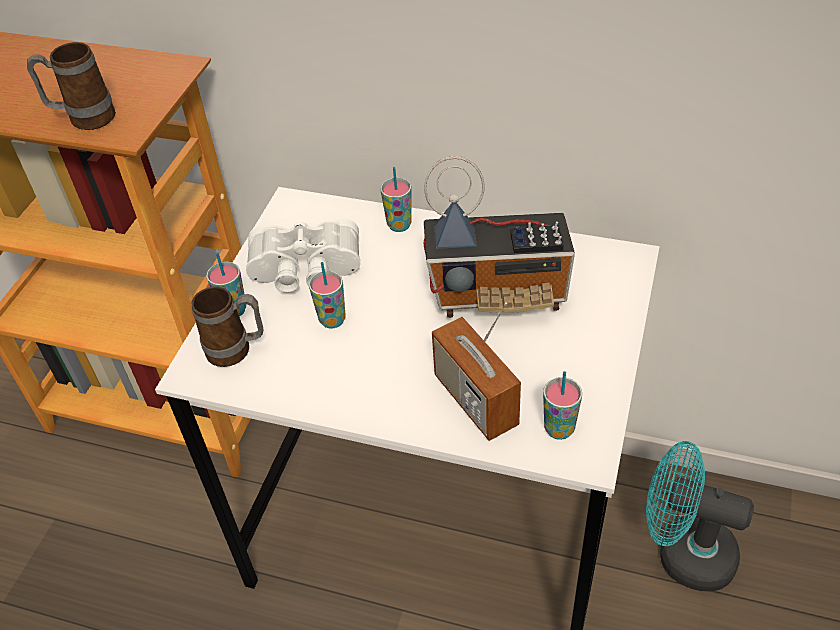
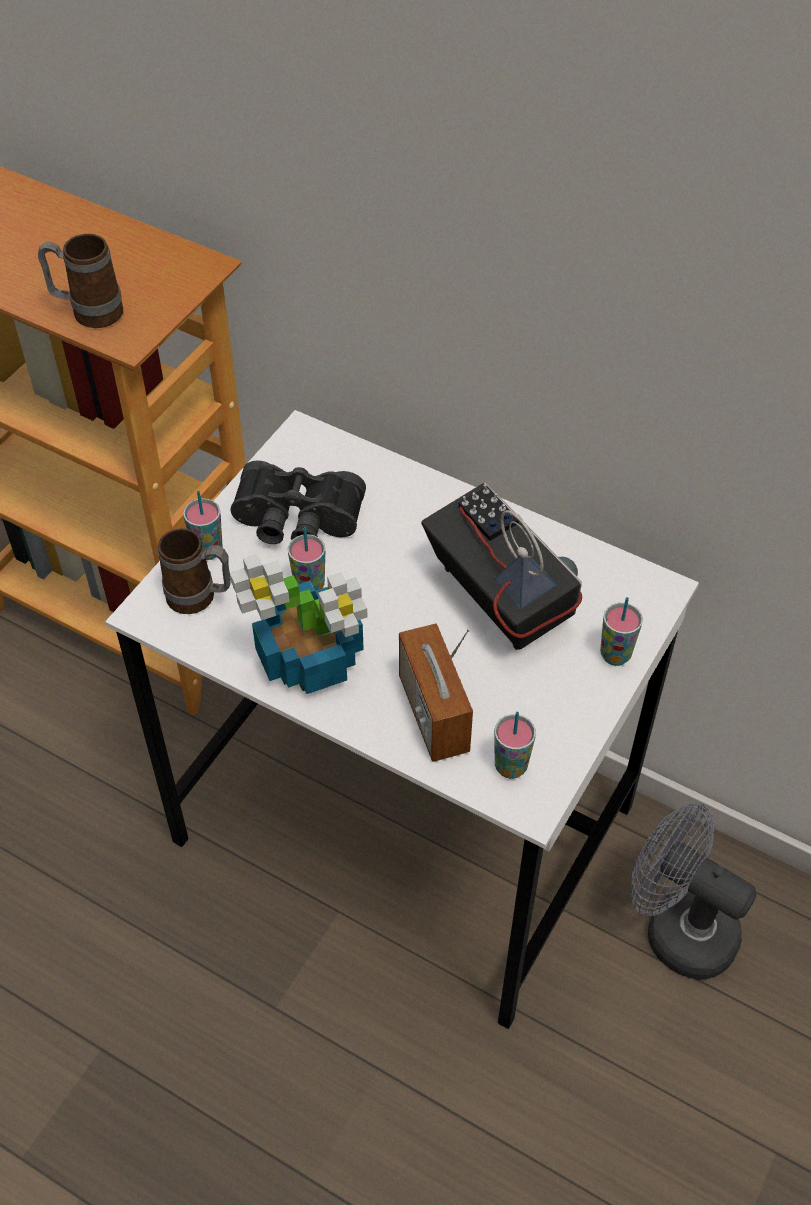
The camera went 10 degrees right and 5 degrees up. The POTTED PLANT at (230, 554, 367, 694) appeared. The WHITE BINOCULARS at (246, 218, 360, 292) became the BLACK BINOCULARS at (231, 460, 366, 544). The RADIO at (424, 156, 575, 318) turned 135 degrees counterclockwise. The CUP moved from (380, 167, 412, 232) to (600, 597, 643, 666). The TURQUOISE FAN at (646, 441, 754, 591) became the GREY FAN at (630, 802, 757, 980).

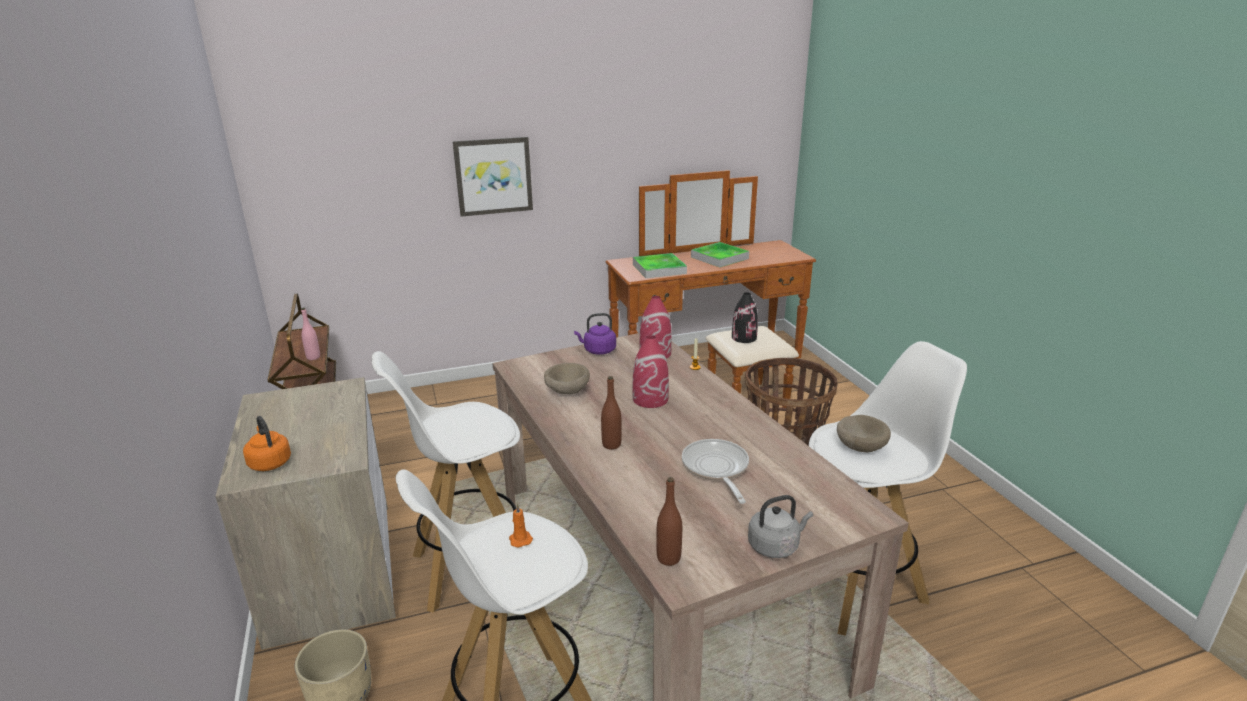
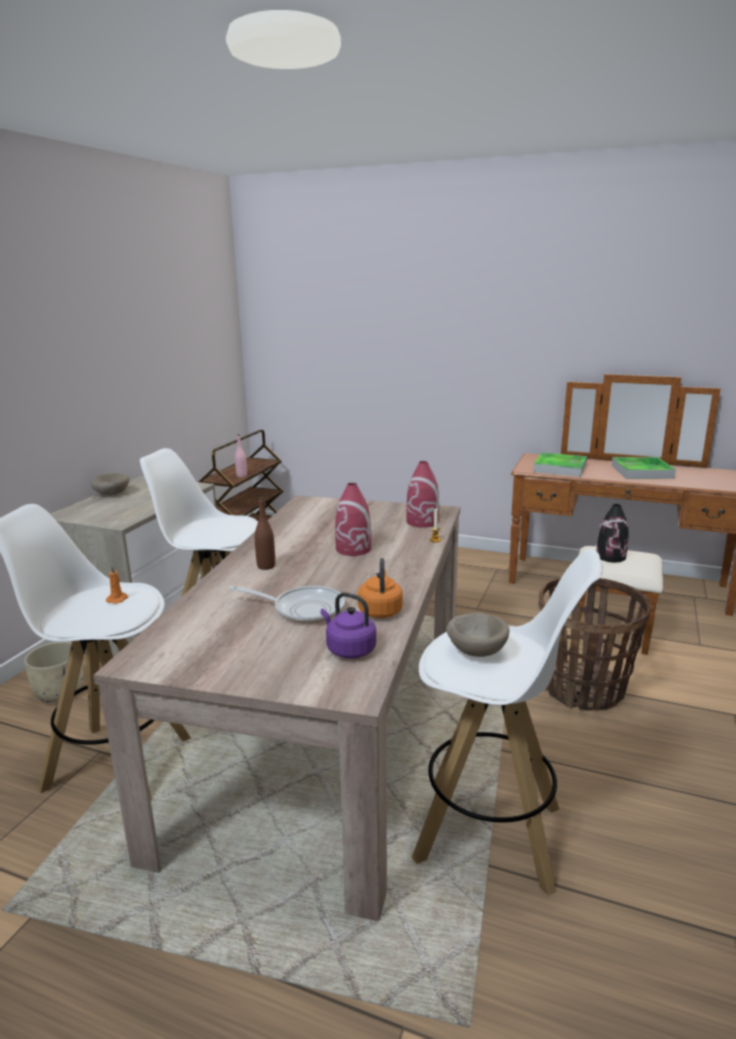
The camera went 40 degrees right and 5 degrees down. The BEIGE BOWL moved from (544, 363, 590, 394) to (90, 473, 129, 495). The FRYING PAN at (682, 439, 749, 504) turned 75 degrees clockwise. The PURPLE KETTLE moved from (574, 313, 616, 355) to (321, 592, 376, 659). The ORANGE KETTLE moved from (243, 416, 291, 471) to (358, 558, 403, 618). The PICTURE at (453, 137, 533, 217) disappeared. The BROWN BOTTLE at (656, 477, 682, 566) disappeared. The GREY KETTLE at (748, 495, 813, 558) disappeared.

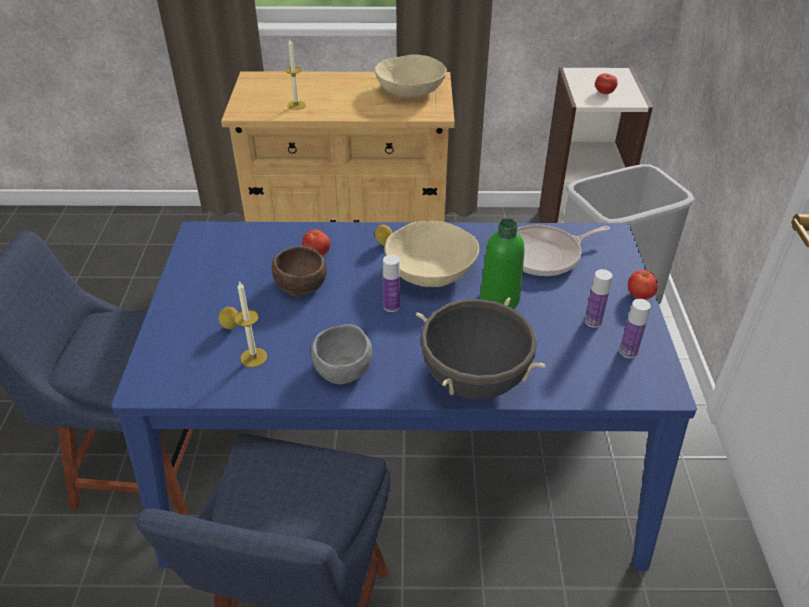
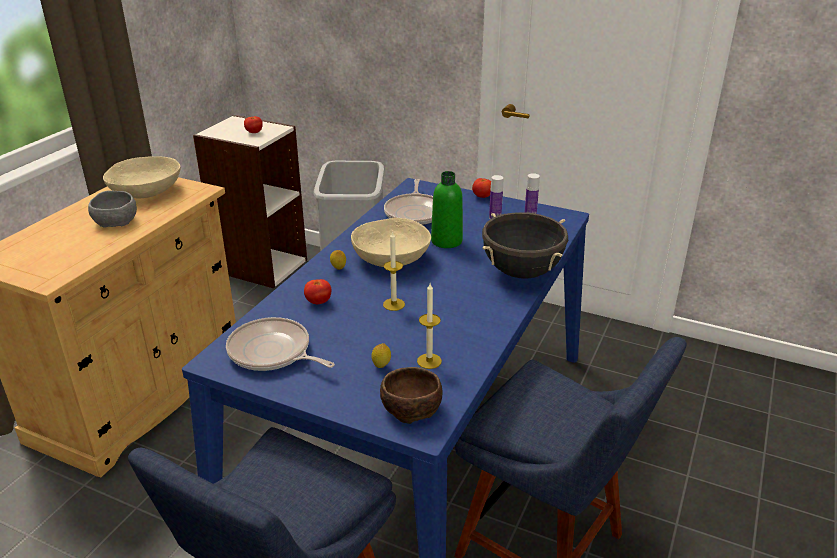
The camera went 65 degrees left and 10 degrees down. The GREY BOWL moved from (311, 324, 372, 385) to (88, 190, 137, 228). The FRYING PAN at (226, 317, 335, 371) appeared. The BROWN BOWL moved from (272, 246, 327, 297) to (380, 367, 443, 424). The CANDLE moved from (285, 39, 306, 110) to (383, 231, 405, 311). The BOTTLE at (383, 255, 400, 312) disappeared.

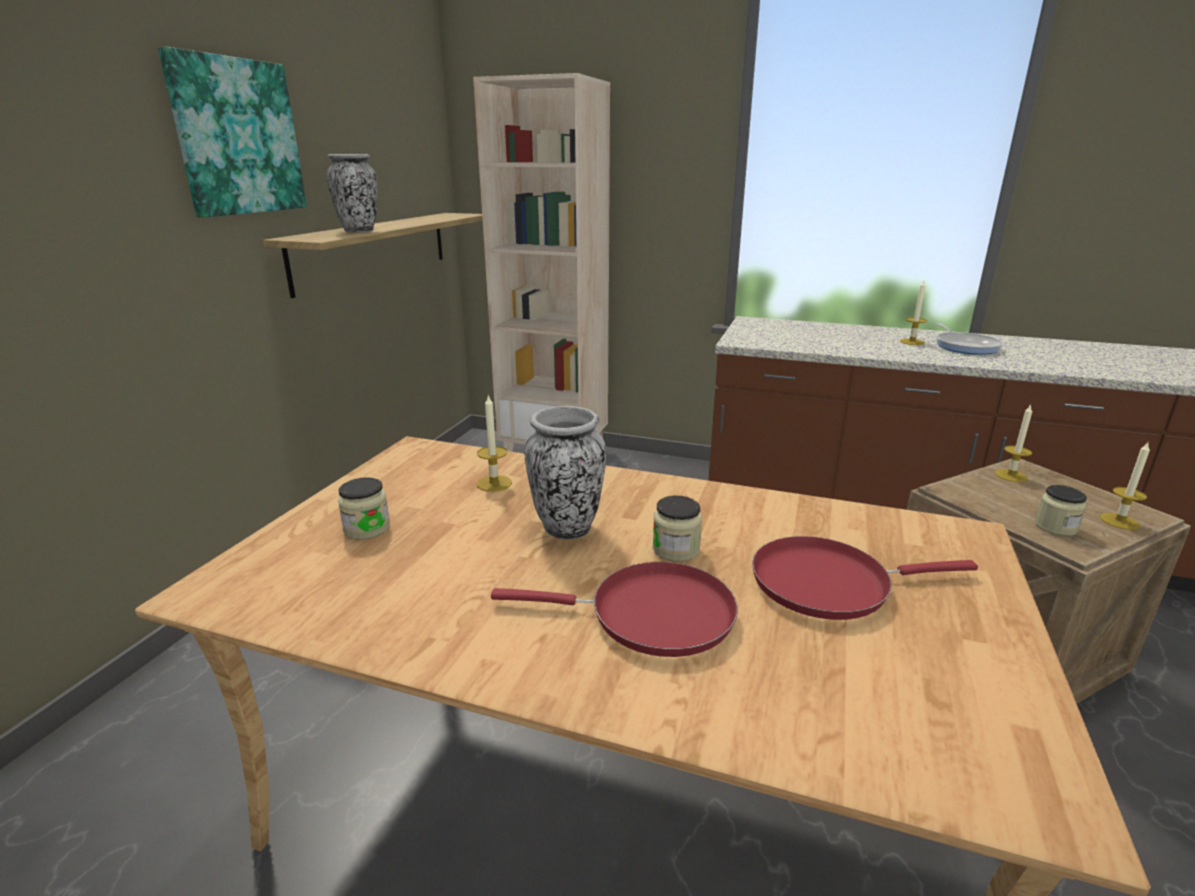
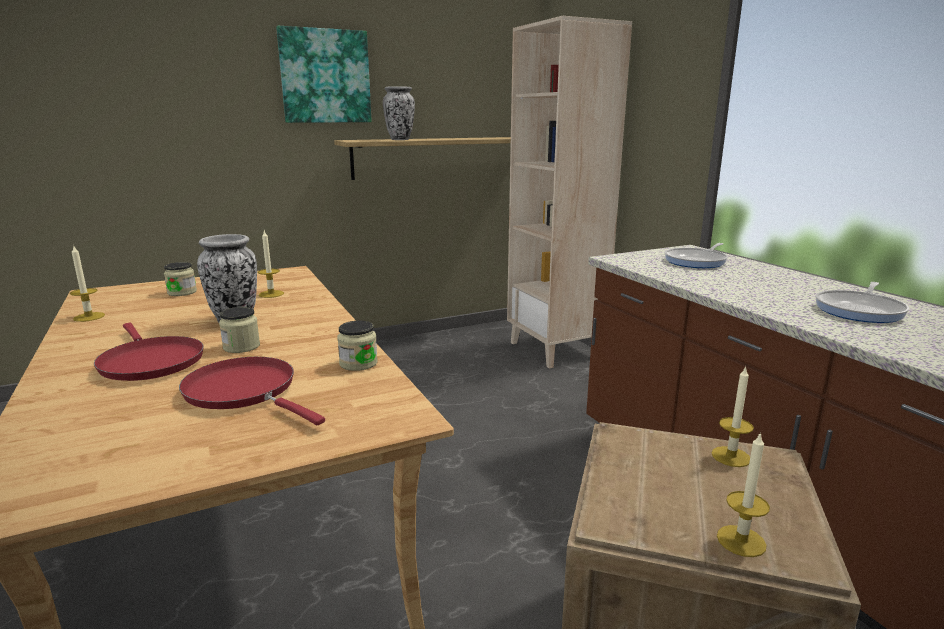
The camera went 45 degrees right and 5 degrees down. The CANDLE moved from (900, 280, 927, 345) to (70, 246, 105, 322). The JAR moved from (1035, 485, 1087, 536) to (337, 321, 378, 371). The FRYING PAN at (665, 243, 728, 268) appeared.

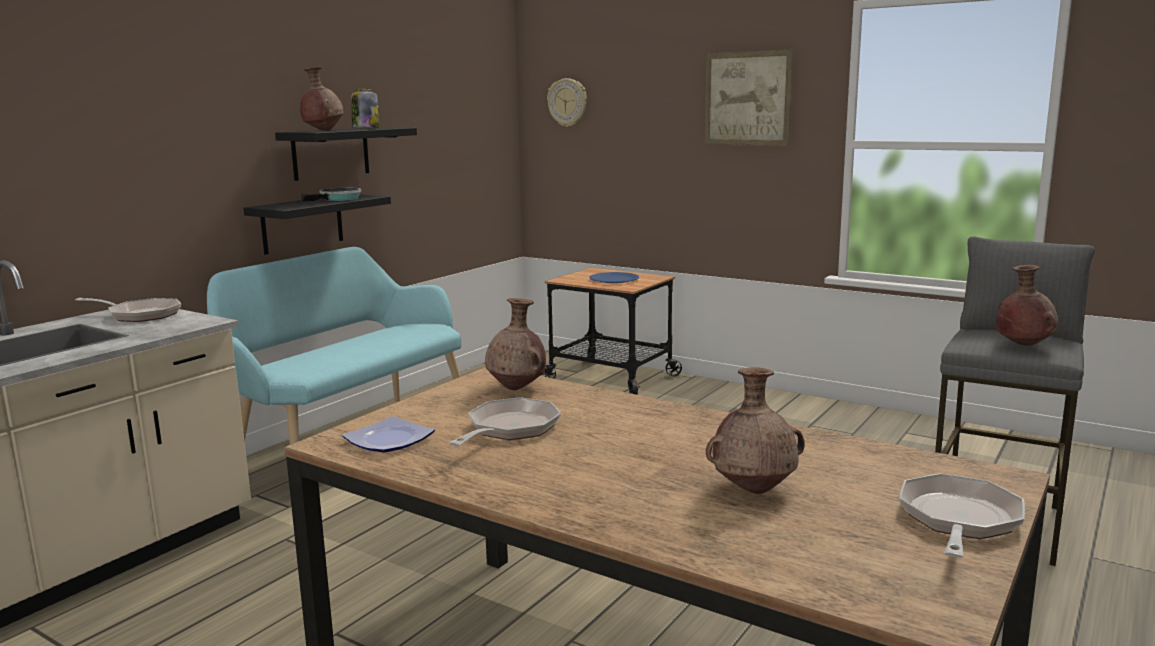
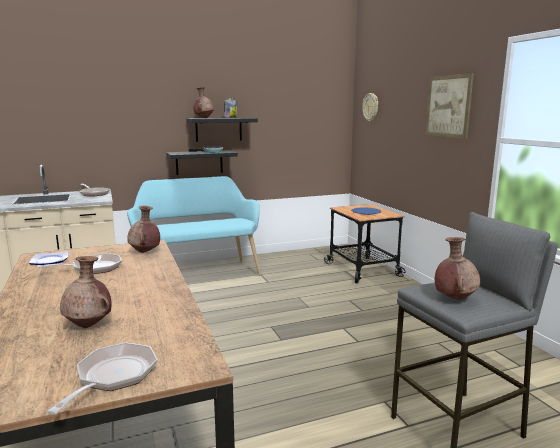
The camera went 35 degrees right and 0 degrees up. The FRYING PAN at (899, 474, 1025, 558) turned 45 degrees counterclockwise.

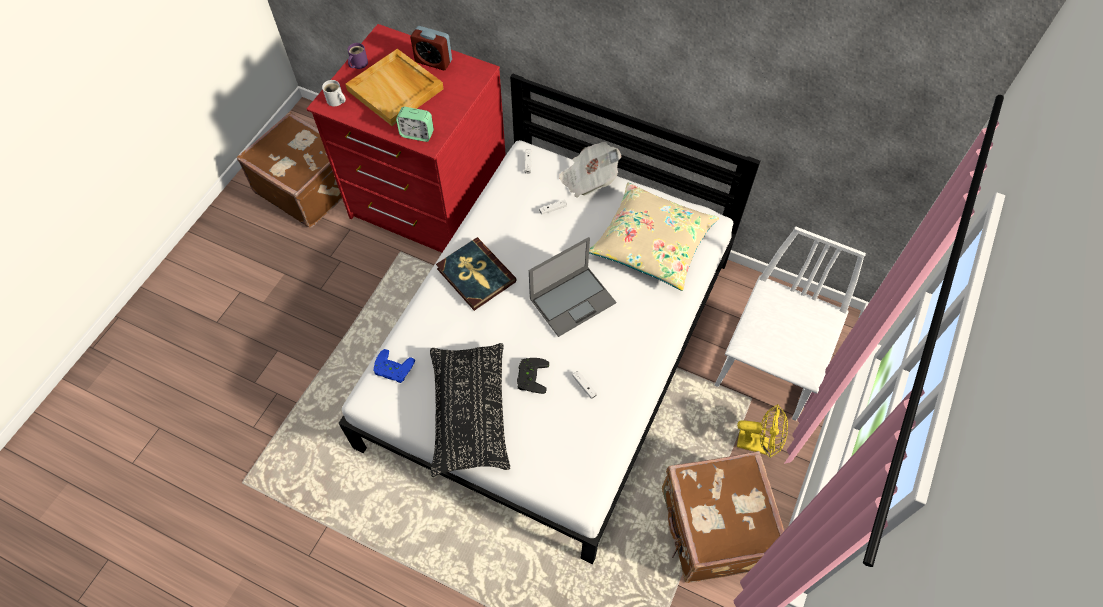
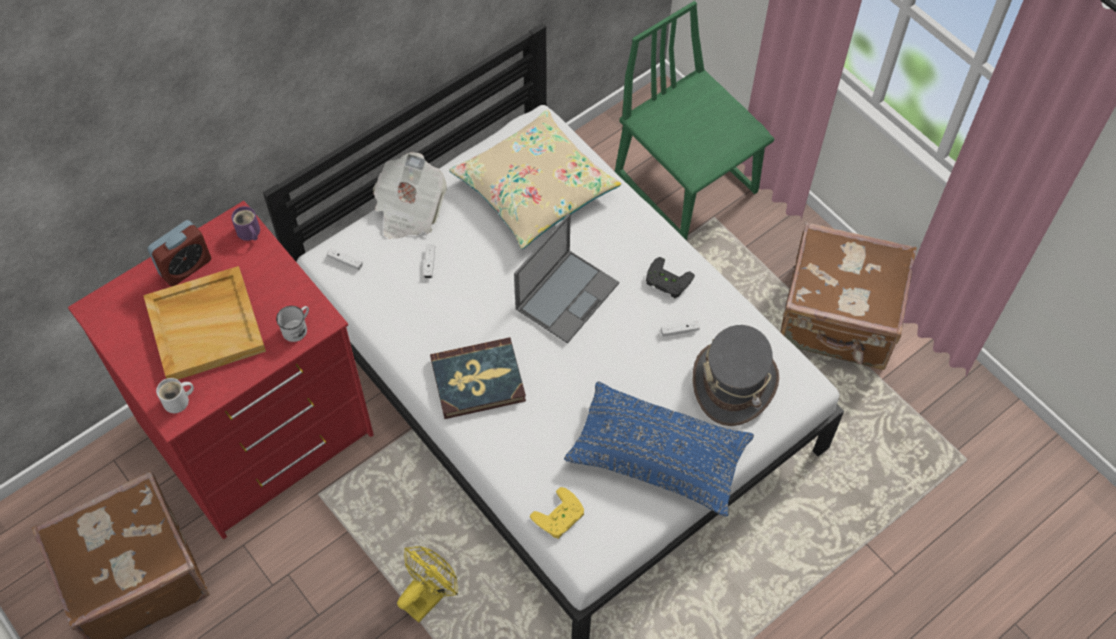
The camera went 65 degrees left and 0 degrees up. The PURPLE MUG moved from (347, 43, 368, 69) to (231, 206, 260, 241). The ALARM CLOCK at (396, 107, 434, 142) was replaced by the WHITE MUG at (276, 306, 309, 342). The YELLOW FAN moved from (737, 404, 788, 458) to (397, 546, 458, 623). The LAPTOP at (529, 237, 616, 337) turned 45 degrees clockwise. The BLUE GAME CONTROLLER at (373, 349, 415, 383) became the YELLOW GAME CONTROLLER at (530, 487, 584, 539). The BLACK PILLOW at (430, 343, 510, 477) became the BLUE PILLOW at (564, 381, 754, 516). The WHITE CHAIR at (715, 227, 866, 421) became the GREEN CHAIR at (615, 1, 775, 240). The BLACK GAME CONTROLLER moved from (517, 358, 549, 394) to (646, 257, 695, 299). The GREY HAT at (693, 325, 779, 426) appeared.

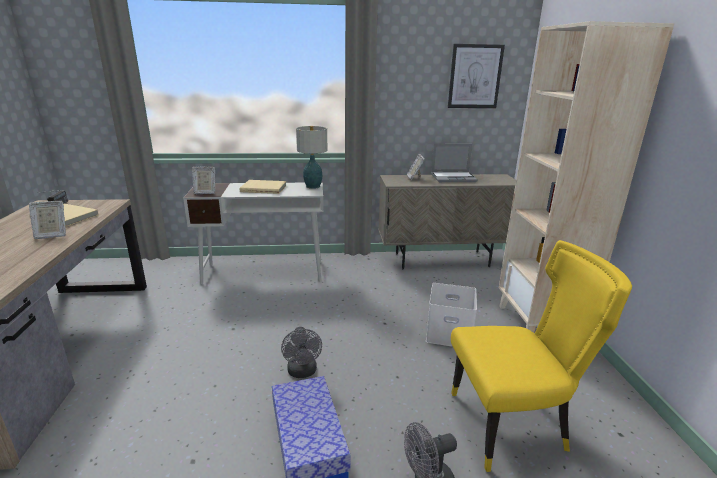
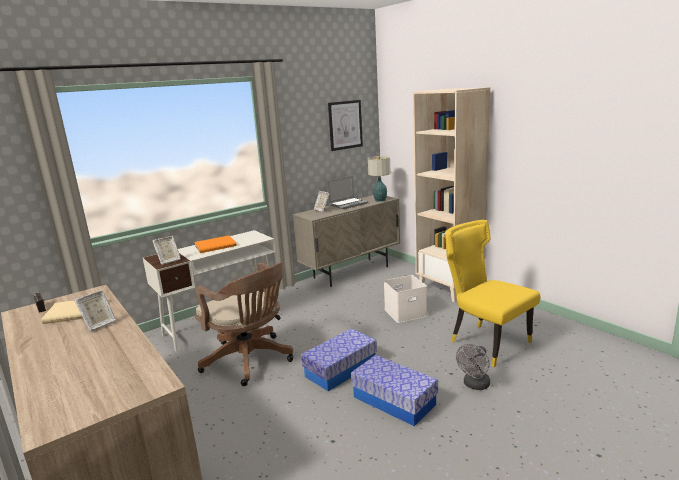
The camera went 30 degrees left and 5 degrees down. The BEIGE BOOK at (240, 180, 287, 194) became the ORANGE BOOK at (194, 236, 237, 253). The BROWN OFFICE CHAIR at (195, 262, 293, 386) appeared. The GREY FAN at (281, 327, 322, 378) was replaced by the STORAGE BOX at (301, 329, 377, 391). The TABLE LAMP moved from (296, 126, 327, 189) to (368, 156, 391, 202). The YELLOW CHAIR at (451, 240, 632, 472) turned 90 degrees counterclockwise.

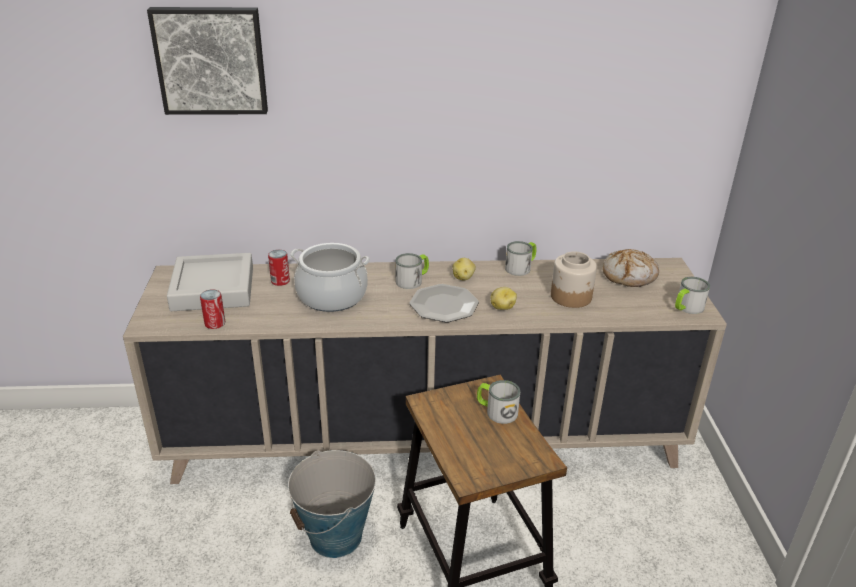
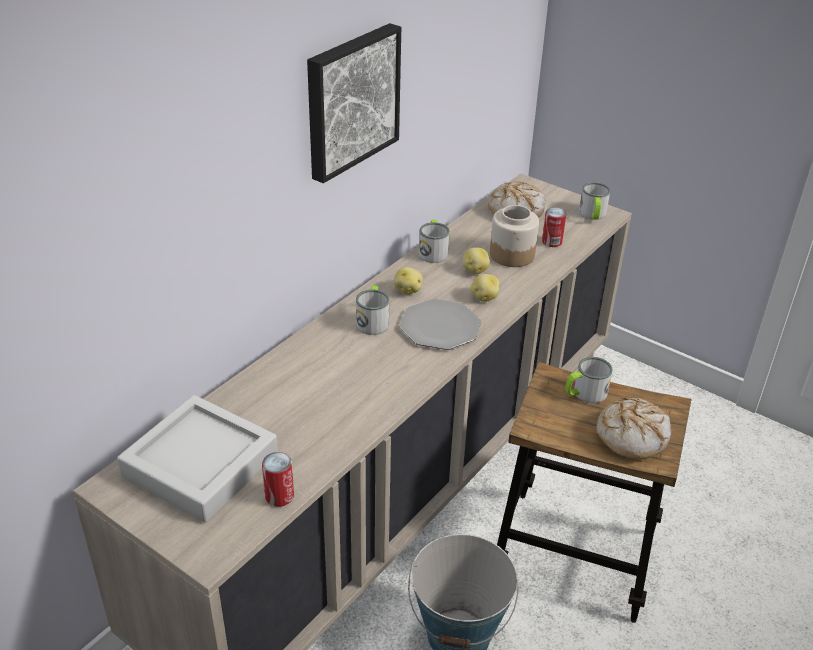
The camera went 50 degrees left and 5 degrees up. The PICTURE moved from (147, 7, 268, 115) to (307, 23, 401, 183). The POTATO at (463, 248, 490, 274) appeared. The CAN moved from (268, 250, 290, 286) to (542, 207, 566, 247). The BREAD at (596, 397, 671, 460) appeared. The COOKING POT at (290, 243, 370, 312) disappeared.

